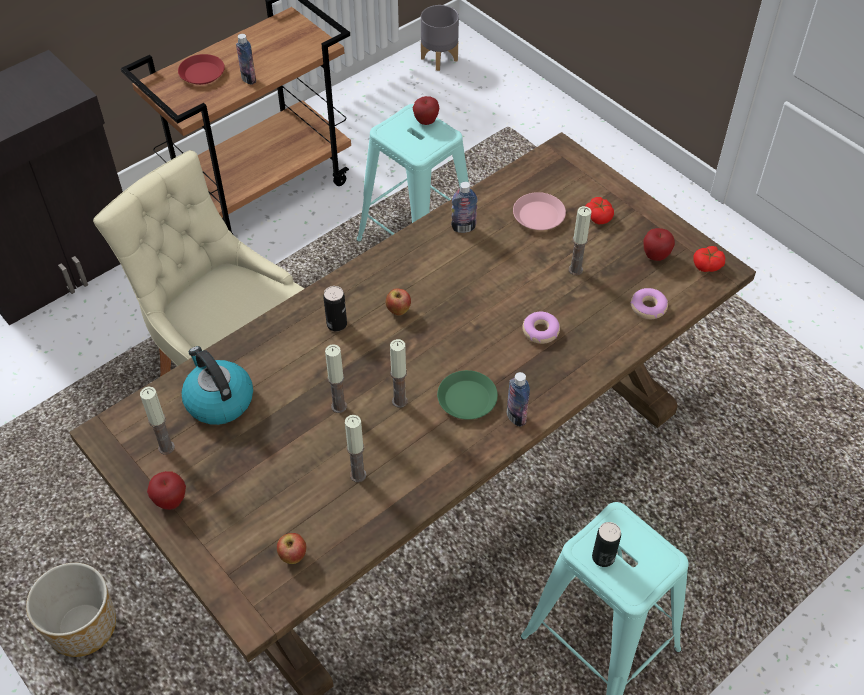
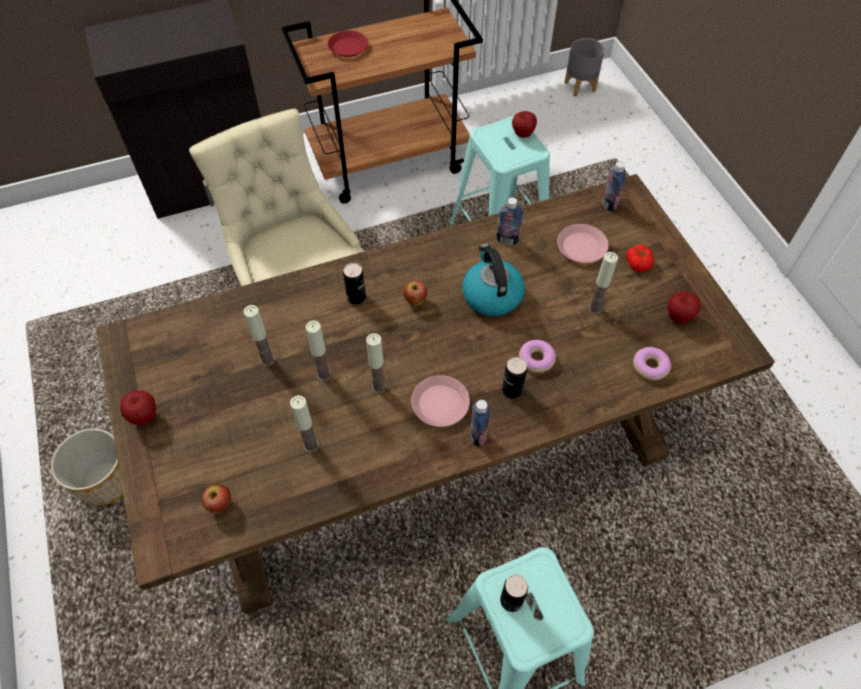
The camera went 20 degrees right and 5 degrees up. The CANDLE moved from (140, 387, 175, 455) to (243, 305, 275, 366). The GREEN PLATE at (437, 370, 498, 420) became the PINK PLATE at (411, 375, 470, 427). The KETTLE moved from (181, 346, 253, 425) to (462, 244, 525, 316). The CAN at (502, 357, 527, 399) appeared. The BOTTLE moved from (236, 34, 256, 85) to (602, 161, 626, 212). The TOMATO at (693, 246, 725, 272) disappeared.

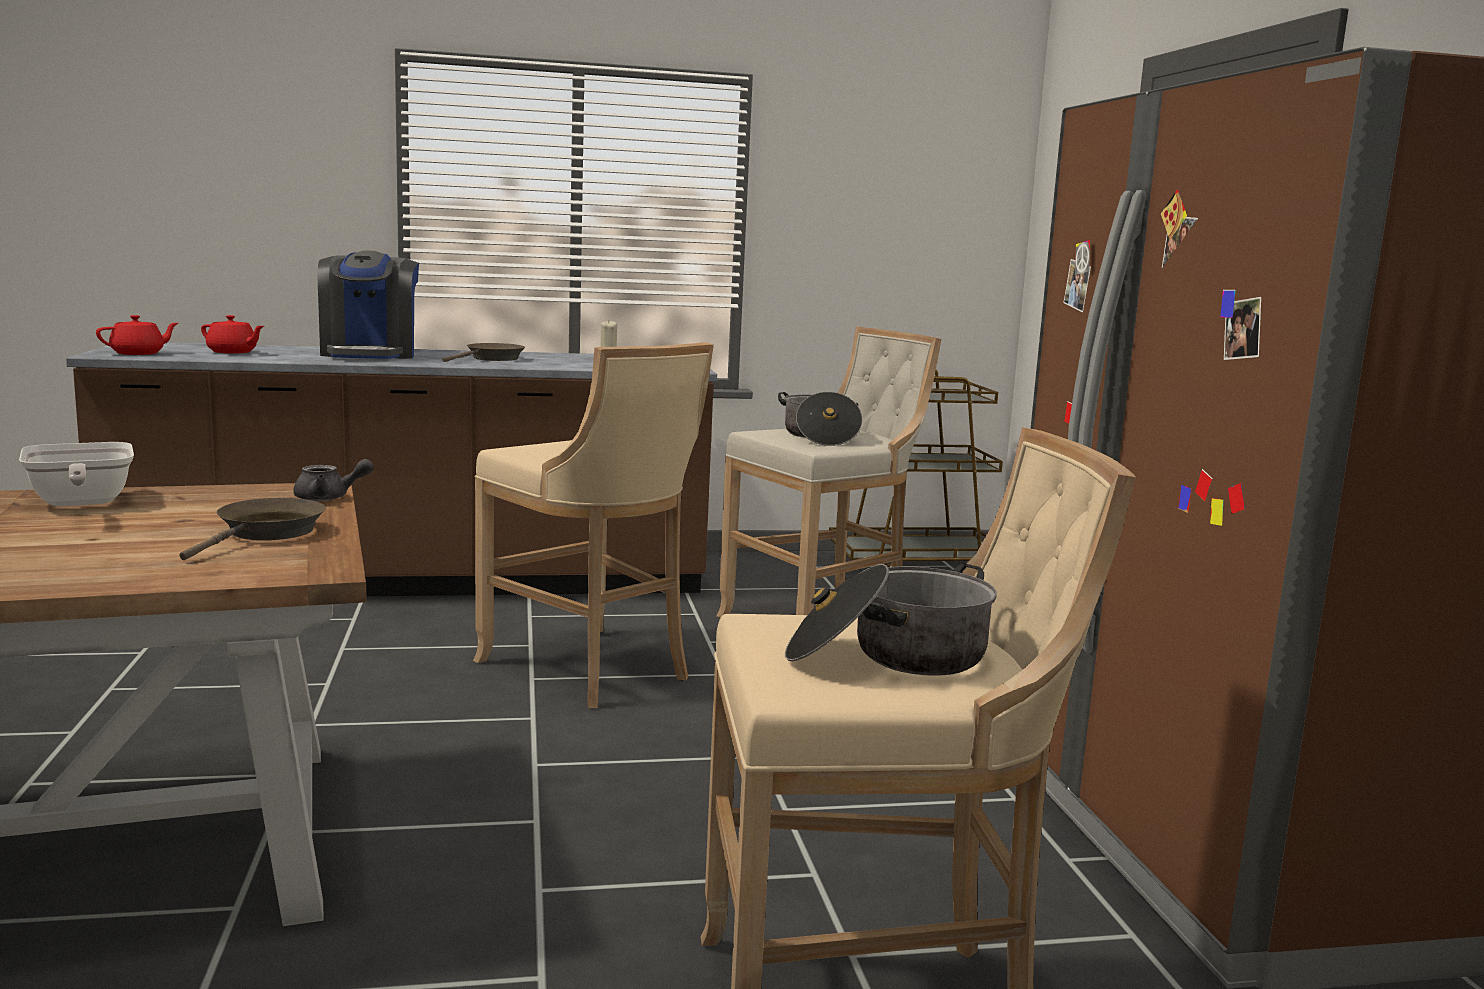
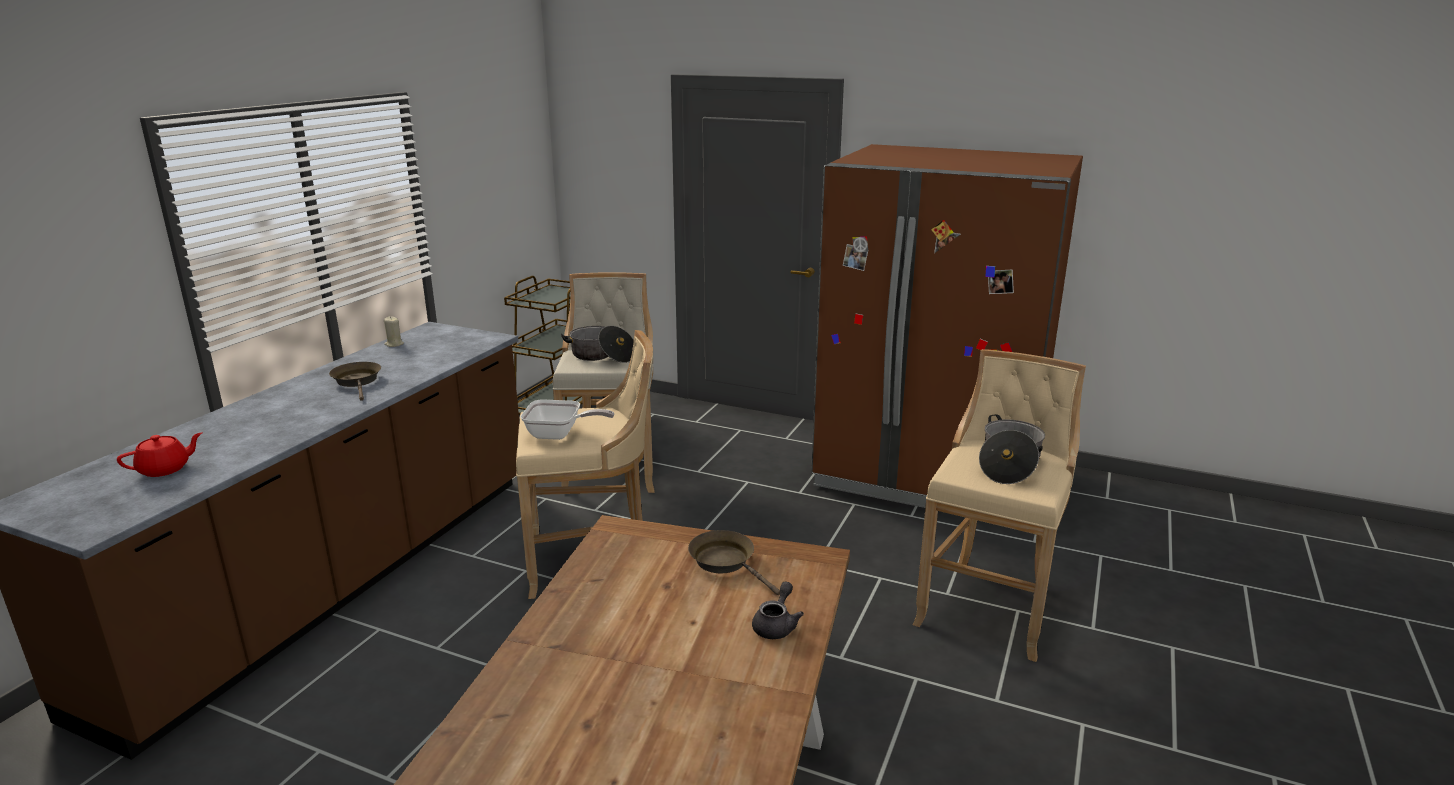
The camera went 55 degrees left and 10 degrees up. The FRYING PAN moved from (19, 442, 134, 507) to (521, 399, 614, 440). The GREY TEAPOT moved from (293, 459, 374, 501) to (752, 581, 804, 639). The RED TEAPOT at (96, 315, 178, 355) disappeared. The COFFEE MACHINE at (318, 251, 419, 359) disappeared.

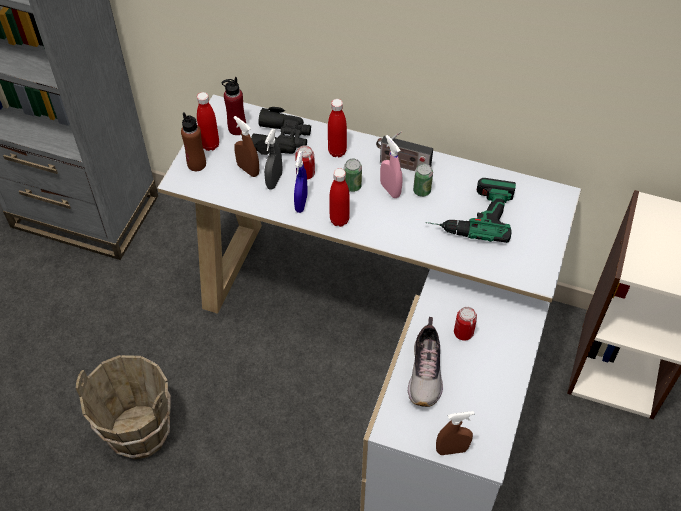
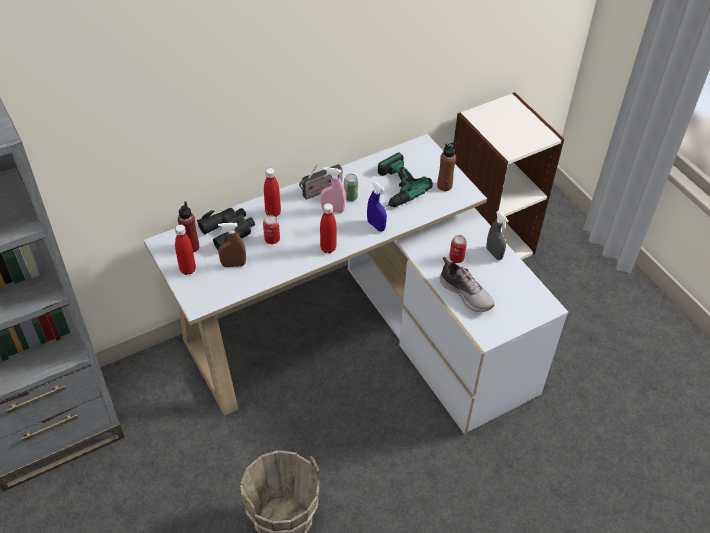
The camera went 50 degrees left and 5 degrees down. The BLUE SPRAY BOTTLE moved from (294, 151, 308, 213) to (367, 181, 387, 232). The BROWN BOTTLE moved from (181, 113, 206, 171) to (437, 142, 458, 191). The GREY SPRAY BOTTLE moved from (264, 128, 282, 190) to (486, 211, 509, 260). The CAN at (344, 159, 362, 192) disappeared. The BROWN SPRAY BOTTLE at (436, 411, 474, 455) disappeared.

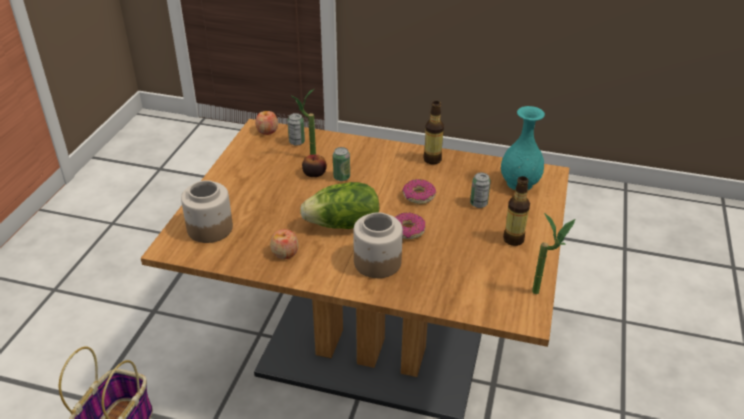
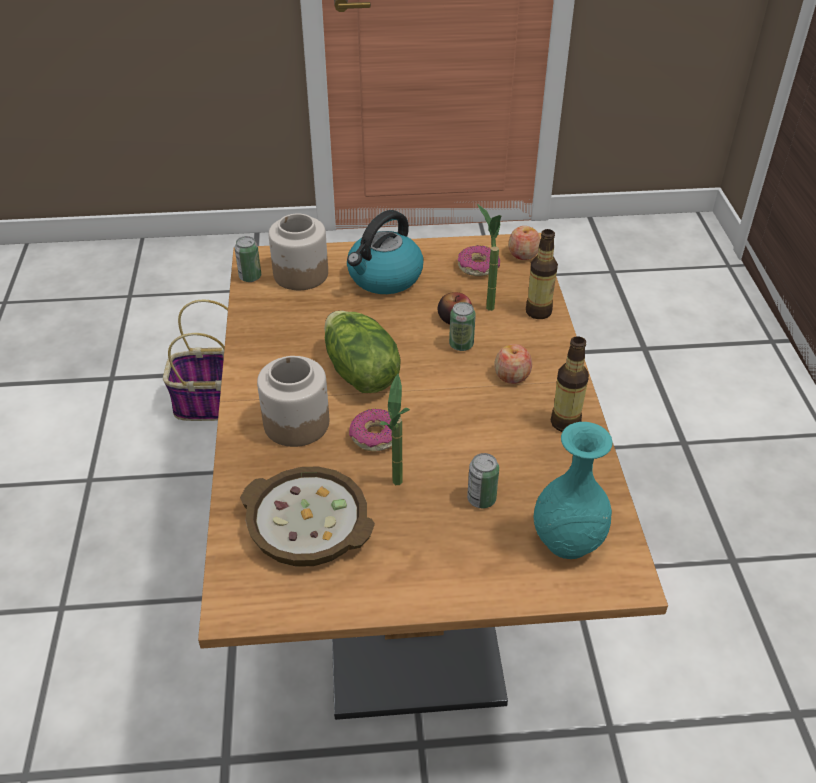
The camera went 70 degrees right and 5 degrees up. The CAN moved from (288, 113, 305, 146) to (235, 236, 261, 282). The BOWL at (240, 467, 375, 567) appeared. The KETTLE at (347, 210, 424, 294) appeared. The POTTED PLANT moved from (532, 213, 576, 294) to (380, 374, 410, 485). The DONUT moved from (402, 179, 436, 204) to (458, 245, 500, 277). The APPLE moved from (270, 229, 299, 259) to (494, 344, 532, 384). The BOTTLE moved from (503, 176, 530, 246) to (526, 229, 558, 319).

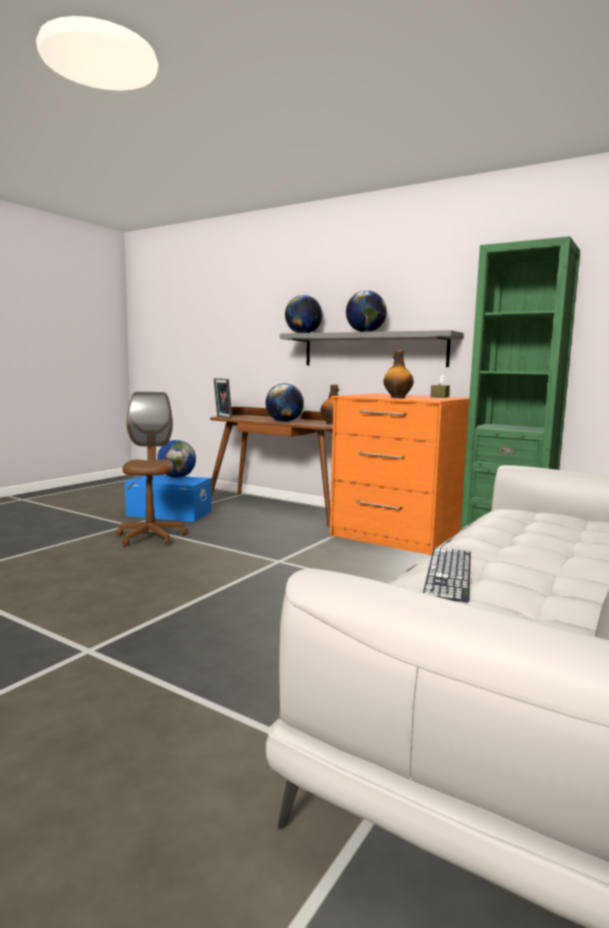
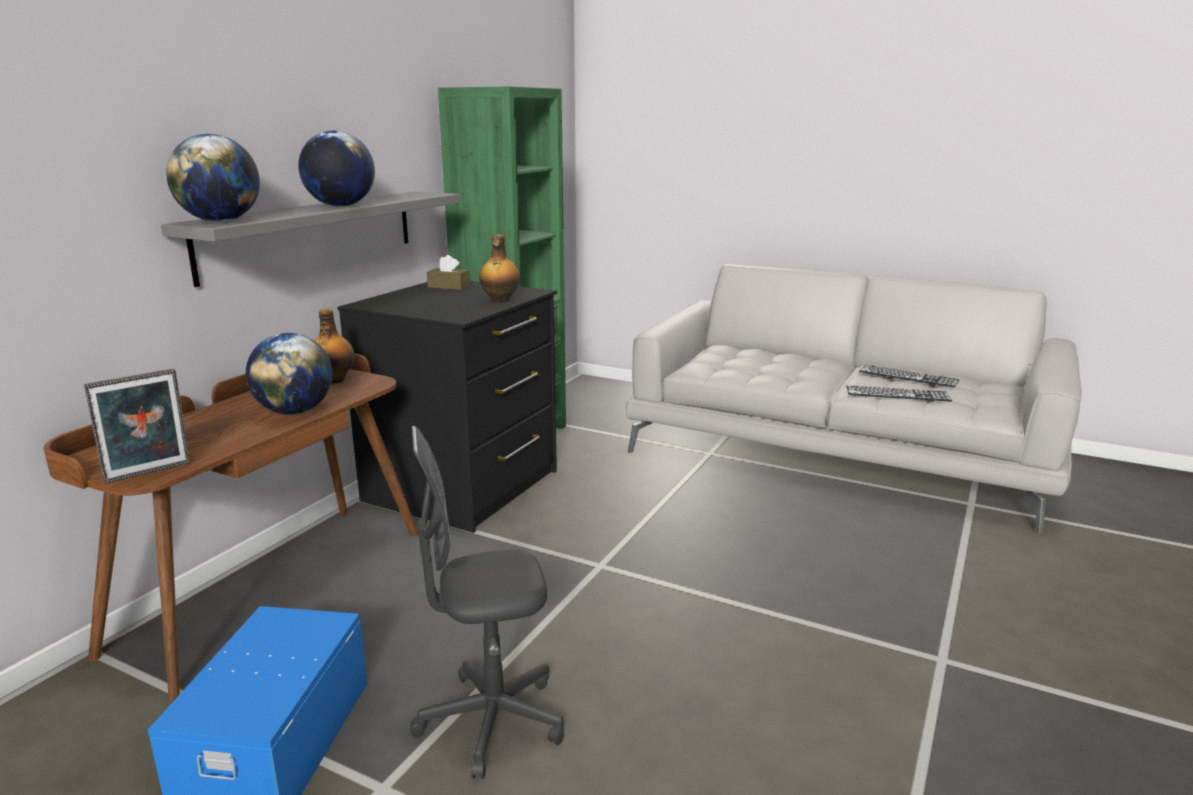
The camera went 95 degrees left and 10 degrees up. The ORANGE DRESSER at (330, 394, 469, 555) became the BLACK DRESSER at (337, 281, 557, 533). The BROWN OFFICE CHAIR at (116, 392, 187, 547) became the GREY OFFICE CHAIR at (410, 426, 564, 779). The KEYBOARD at (859, 365, 959, 387) appeared. The GLOBE at (157, 440, 196, 478) disappeared.

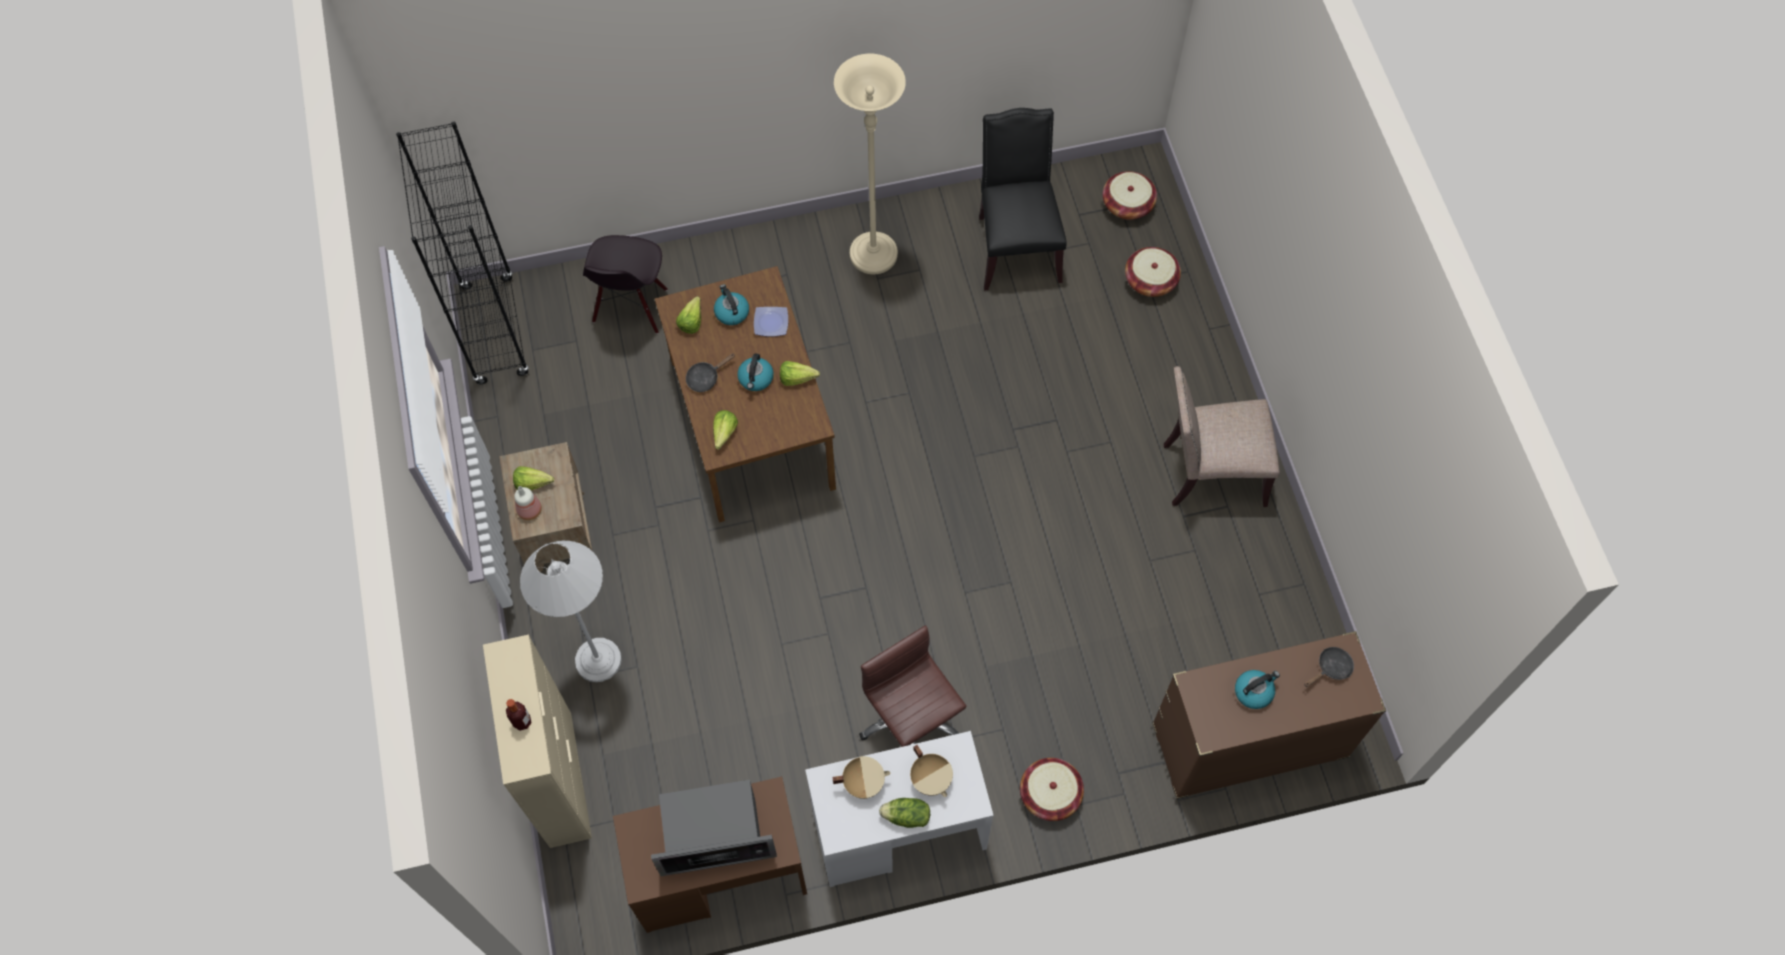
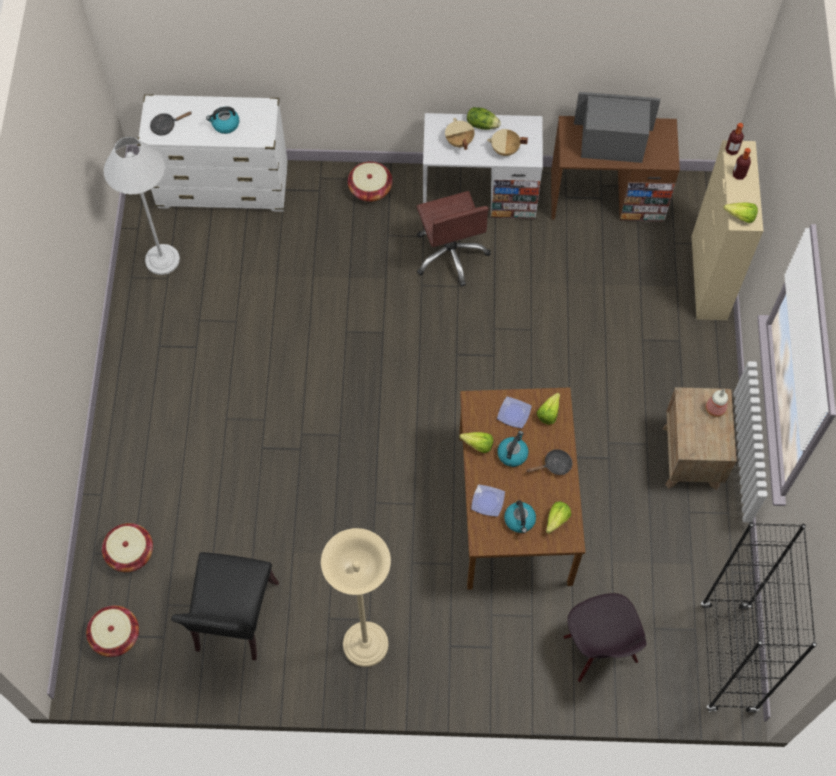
The camera went 165 degrees left and 0 degrees up. The WHITE FLOOR LAMP moved from (520, 540, 622, 682) to (104, 137, 180, 275). The BROWN DRESSER at (1152, 631, 1386, 799) became the WHITE DRESSER at (137, 94, 288, 212). The PLATE at (497, 397, 532, 428) appeared. The BLACK CHAIR at (583, 235, 668, 334) turned 135 degrees clockwise. The LETTUCE moved from (513, 466, 554, 490) to (723, 203, 758, 223). The BOTTLE at (725, 123, 744, 155) appeared. The BEIGE CHAIR at (1164, 366, 1280, 507) disappeared.

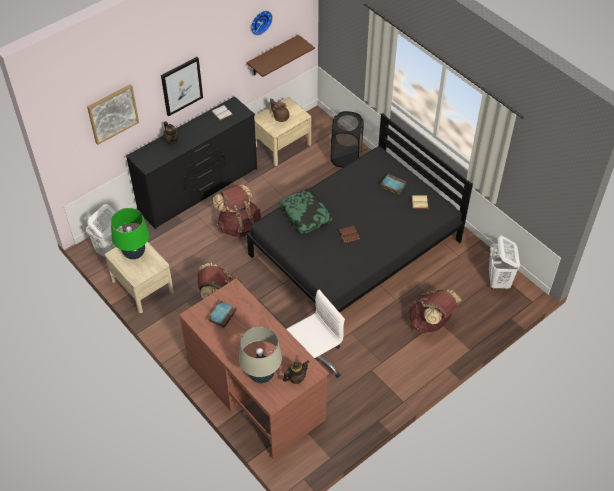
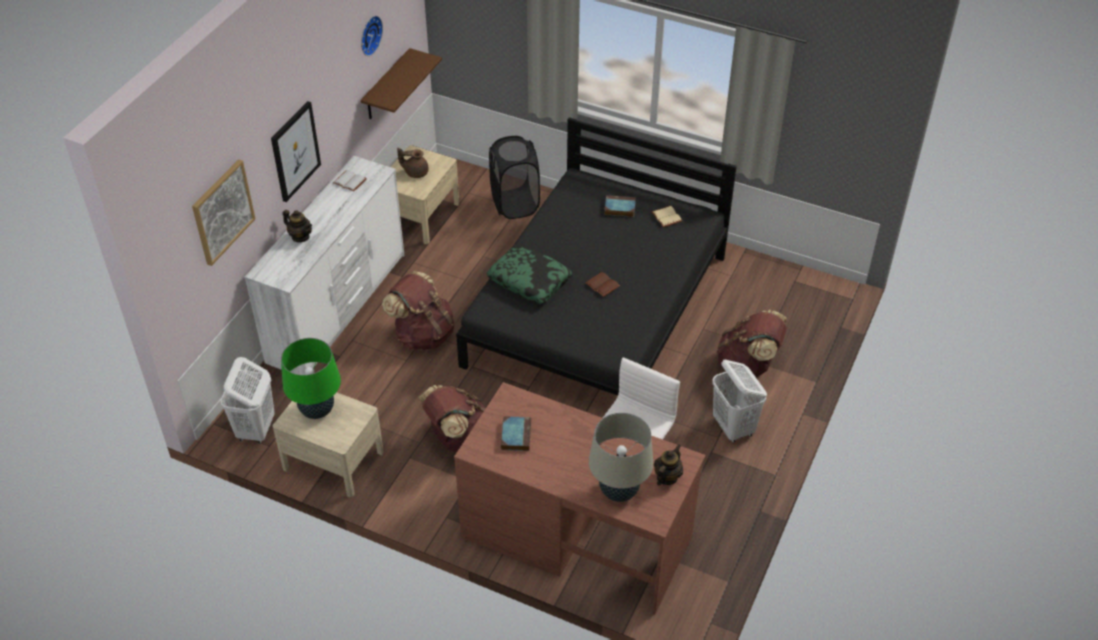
The camera went 25 degrees left and 5 degrees down. The BLACK DRESSER at (126, 96, 257, 229) became the WHITE DRESSER at (244, 156, 405, 375). The WHITE LAUNDRY BASKET moved from (489, 235, 520, 290) to (713, 360, 767, 443).

